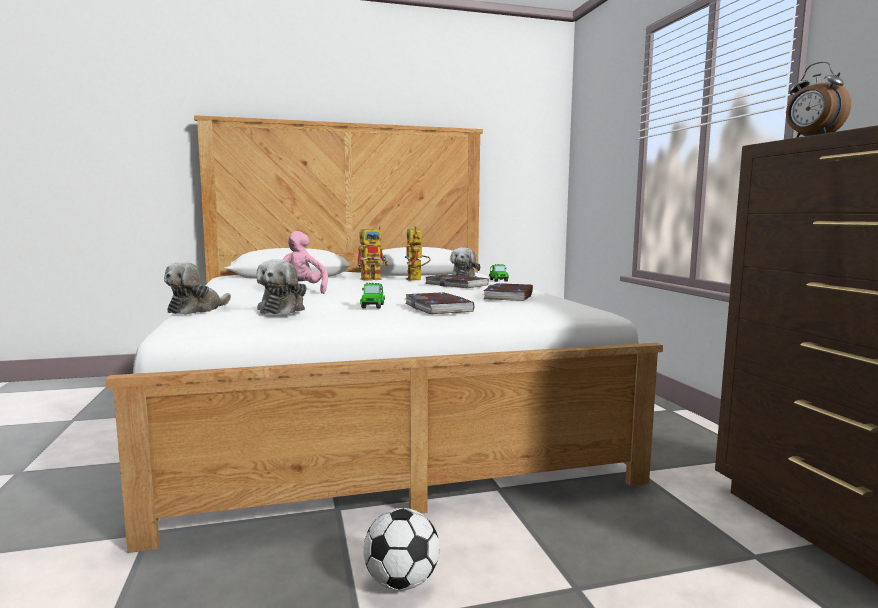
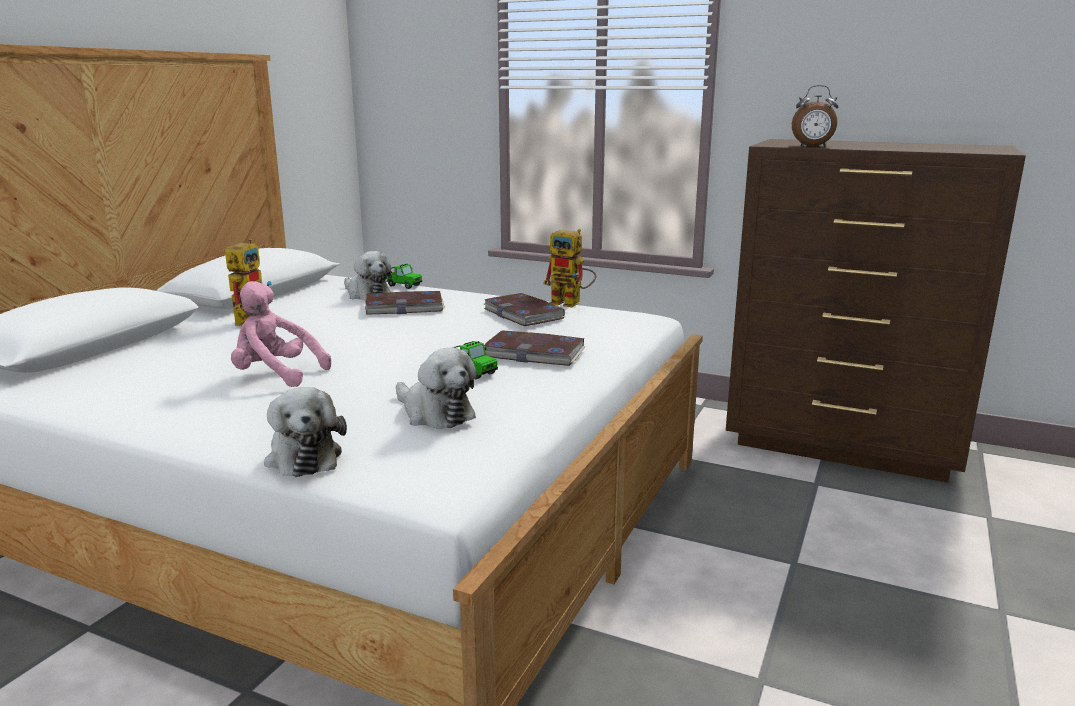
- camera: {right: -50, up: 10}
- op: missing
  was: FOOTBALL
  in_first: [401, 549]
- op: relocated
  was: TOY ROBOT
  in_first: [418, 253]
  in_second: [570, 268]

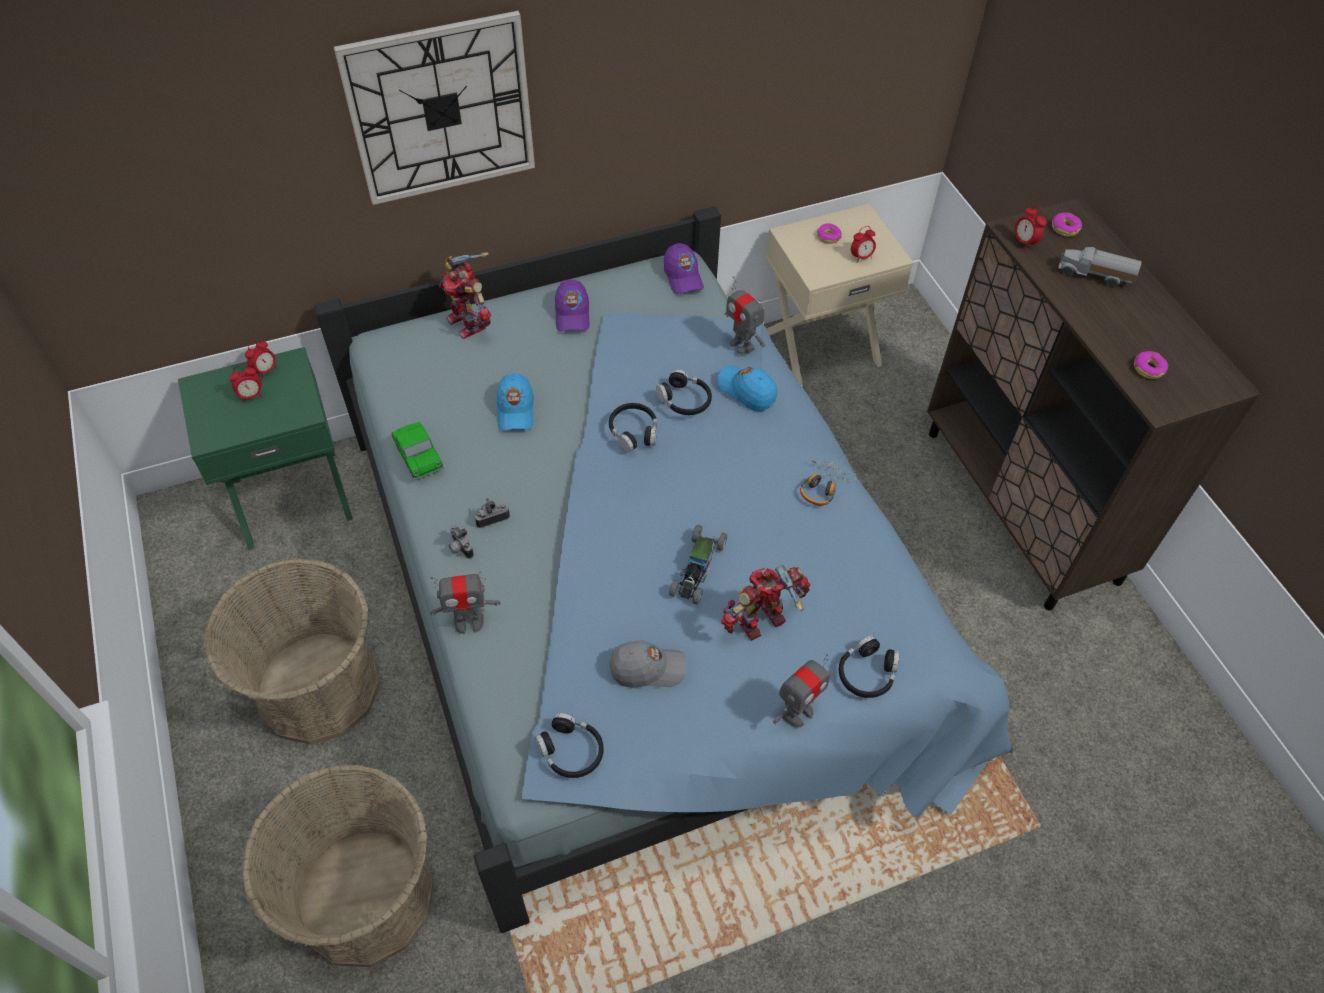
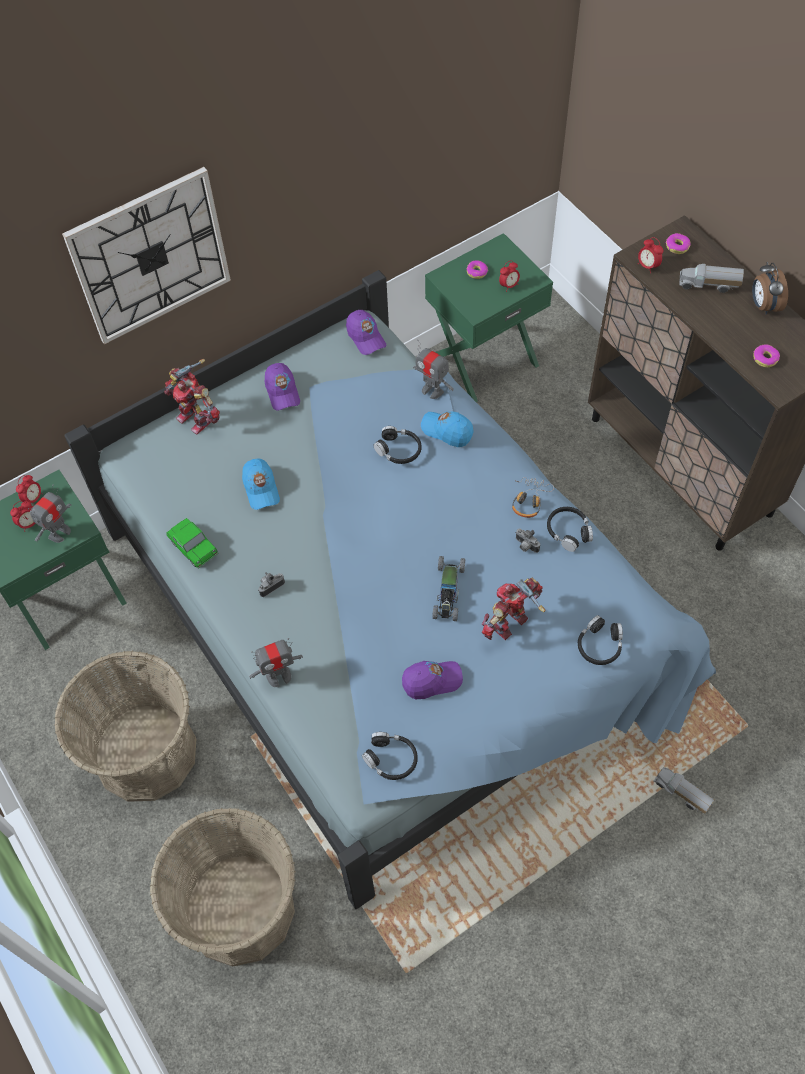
- camera: {right: -10, up: 5}
- op: relocated
  was: PHOTO CAMERA
  in_first: [461, 542]
  in_second: [527, 541]
- op: relocated
  was: BLACK HEADPHONES
  in_first: [633, 427]
  in_second: [570, 529]
- op: colour
  was: GREY CAP
  now: PURPLE CAP
  in_first: [648, 664]
  in_second: [432, 680]
- op: colour
  was: BEIGE NIGHTSTAND
  now: GREEN NIGHTSTAND
  in_first: [839, 295]
  in_second: [489, 317]
- op: relocated
  was: TOY ROBOT
  in_first: [801, 691]
  in_second: [50, 514]
- op: appeared
  now: TOY TRUCK
  in_second: [684, 790]
- op: appeared
  now: ALARM CLOCK
  in_second: [770, 288]

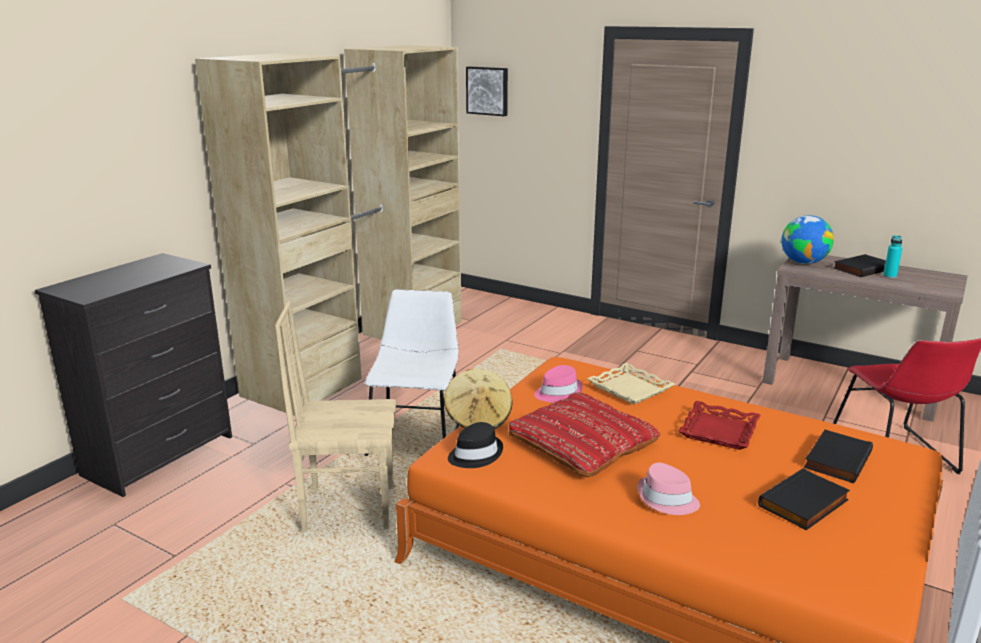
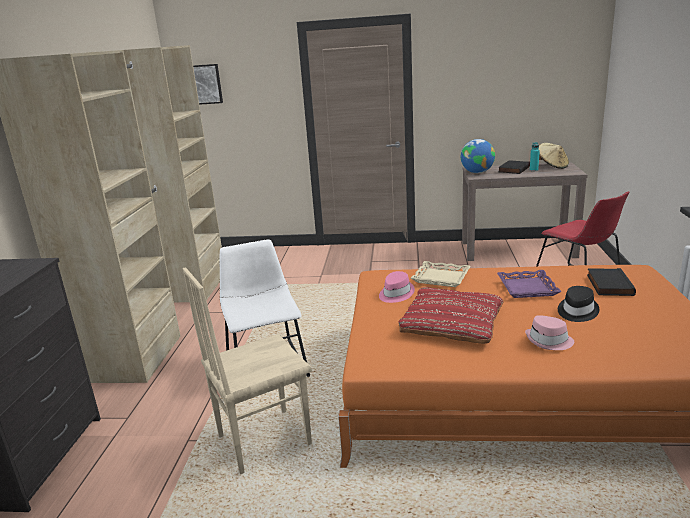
- camera: {right: -25, up: 0}
- op: relocated
  was: BEIGE HAT
  in_first: [478, 399]
  in_second: [554, 156]
- op: relocated
  was: BLACK HAT
  in_first: [475, 445]
  in_second: [578, 304]
- op: colour
  was: RED TRAY
  now: PURPLE TRAY
  in_first: [719, 425]
  in_second: [529, 284]
- op: missing
  was: BLACK BOOK
  in_first: [804, 499]

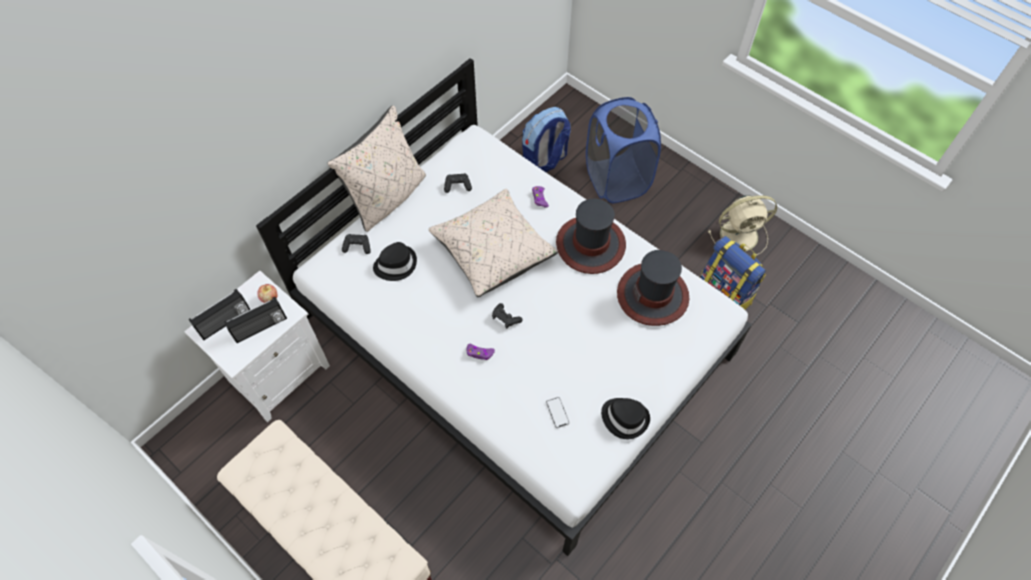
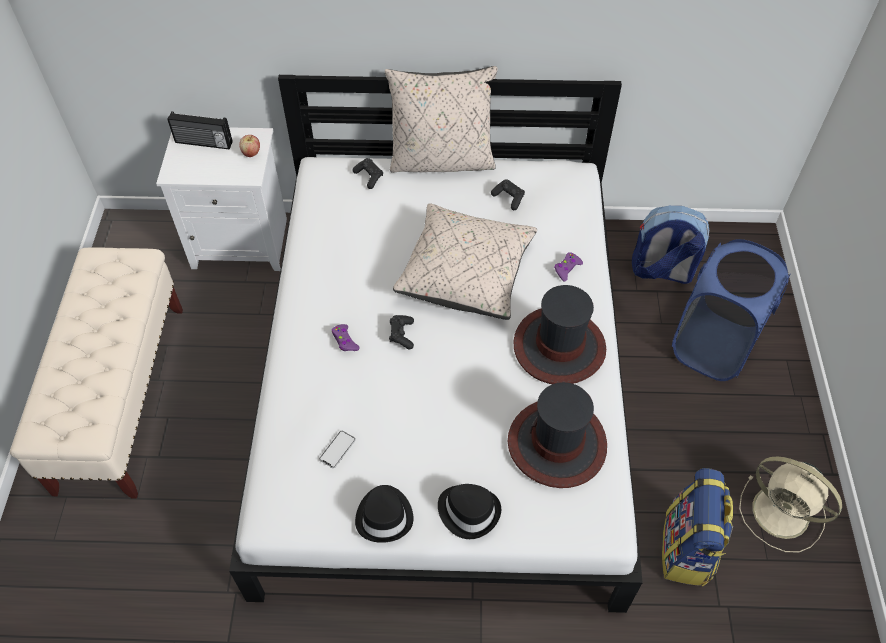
- camera: {right: 50, up: -5}
- op: missing
  was: RADIO
  in_first: [255, 320]
- op: relocated
  was: BLACK HAT
  in_first: [395, 261]
  in_second: [469, 511]

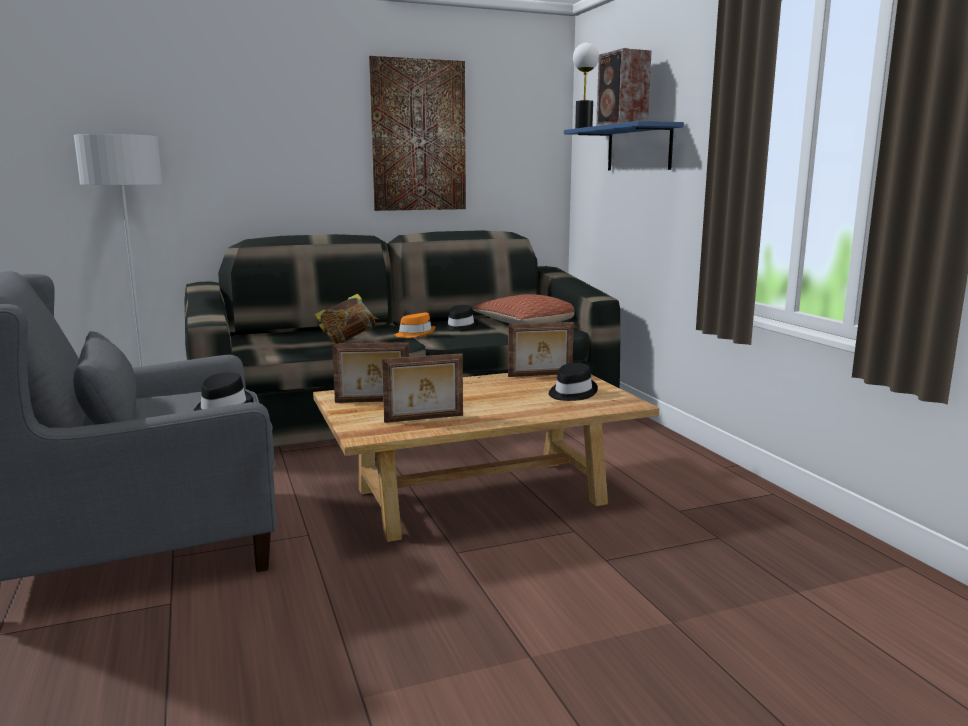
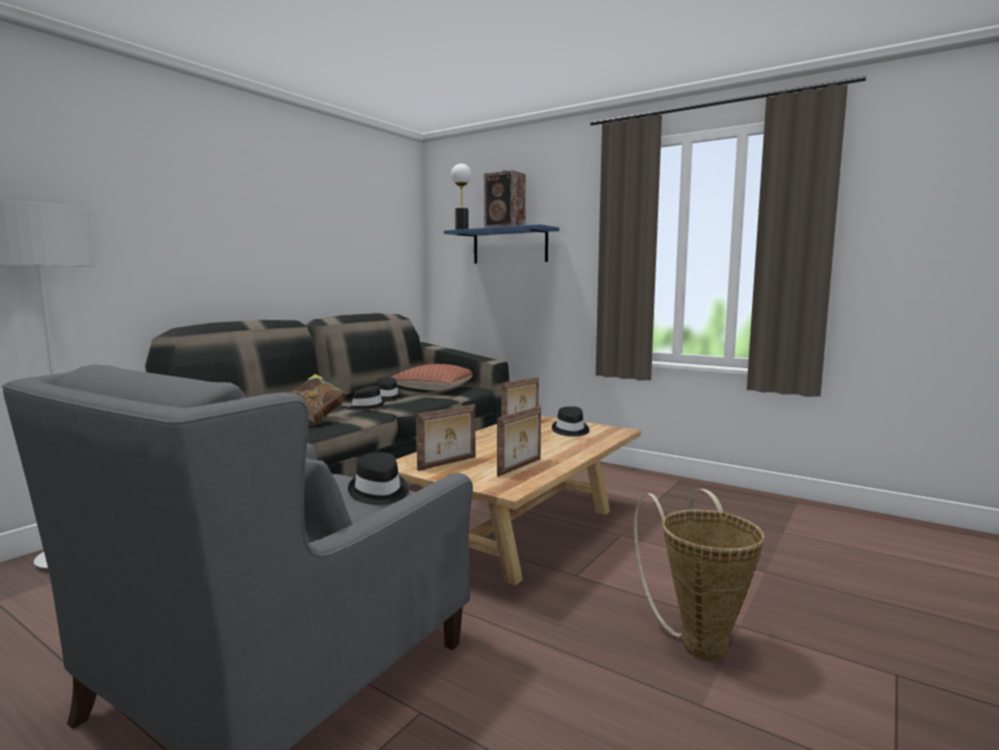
- camera: {right: -35, up: -5}
- op: missing
  was: PICTURE
  in_first: [417, 133]
- op: colour
  was: ORANGE HAT
  now: BLACK HAT
  in_first: [414, 325]
  in_second: [366, 398]
- op: appeared
  now: BASKET
  in_second: [699, 575]

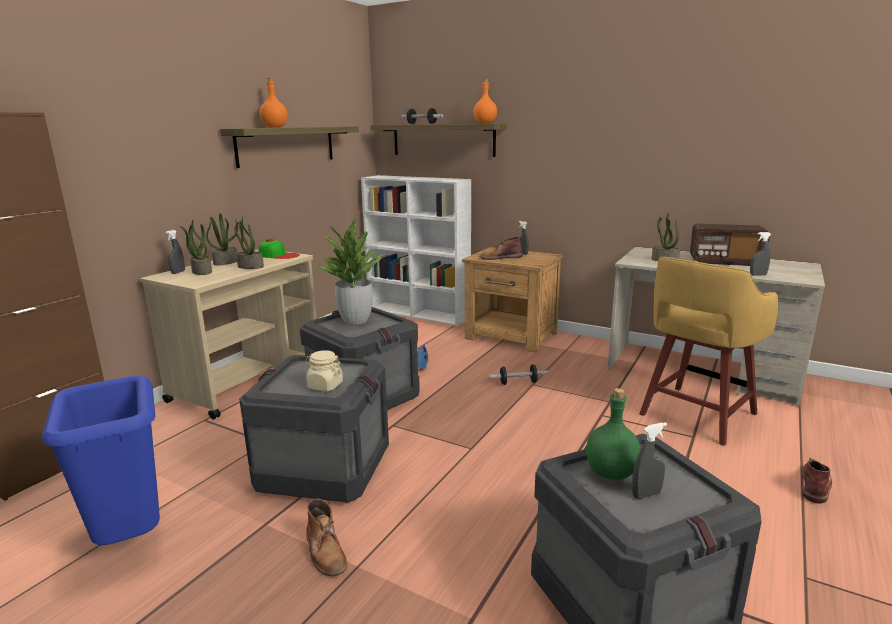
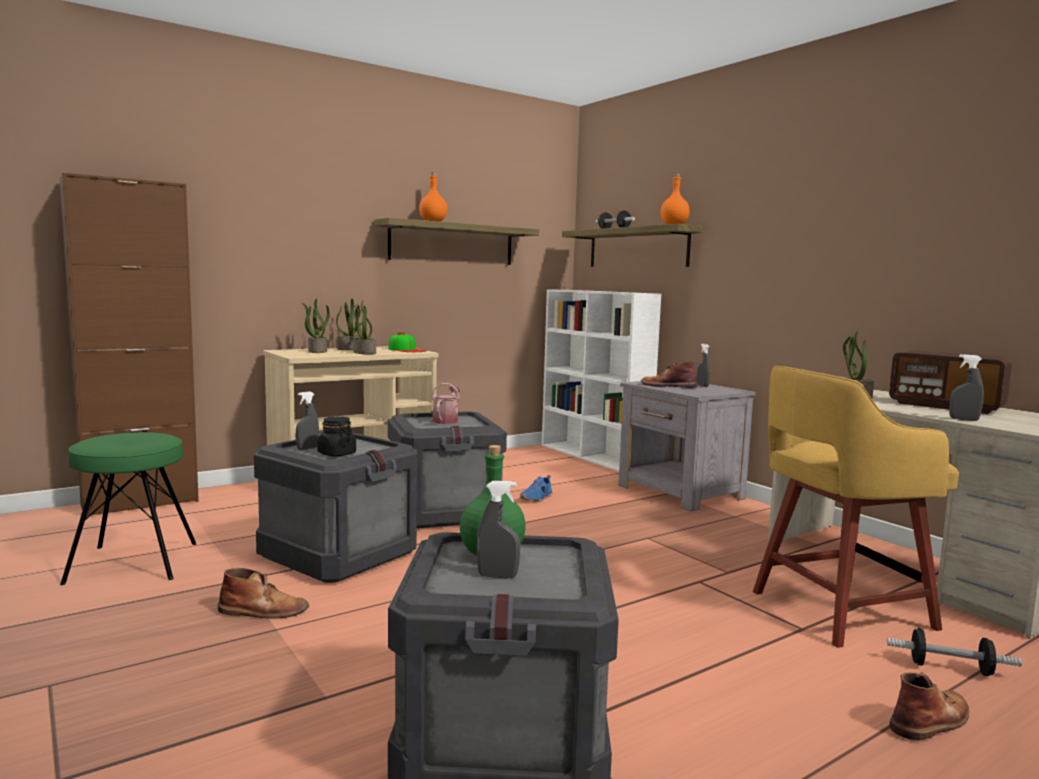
- camera: {right: 25, up: -10}
- op: exchanged
  was: BLUE TRASH CAN
  now: GREEN STOOL
  in_first: [101, 460]
  in_second: [128, 508]
- op: relocated
  was: GREY SPRAY BOTTLE
  in_first: [175, 252]
  in_second: [307, 421]
- op: colour
  was: BEIGE JAR
  now: BLACK JAR
  in_first: [324, 370]
  in_second: [336, 436]
- op: spun
  was: BROWN BOOT
  in_first: [326, 537]
  in_second: [263, 593]
  clockwise: -90
- op: exchanged
  was: POTTED PLANT
  now: WATERING CAN
  in_first: [349, 271]
  in_second: [445, 403]
- op: colour
  was: BROWN NIGHTSTAND
  now: GREY NIGHTSTAND
  in_first: [512, 300]
  in_second: [687, 446]
- op: relocated
  was: DUMBBELL
  in_first: [518, 374]
  in_second: [954, 652]

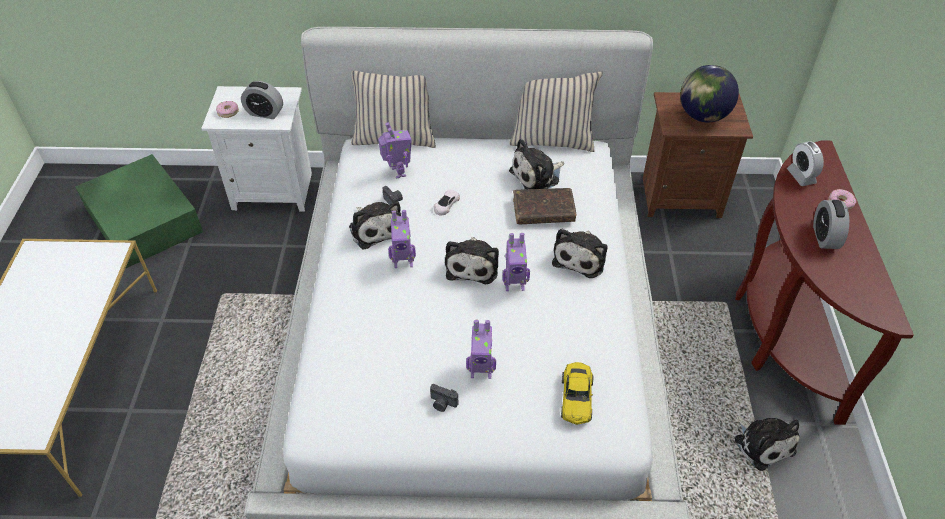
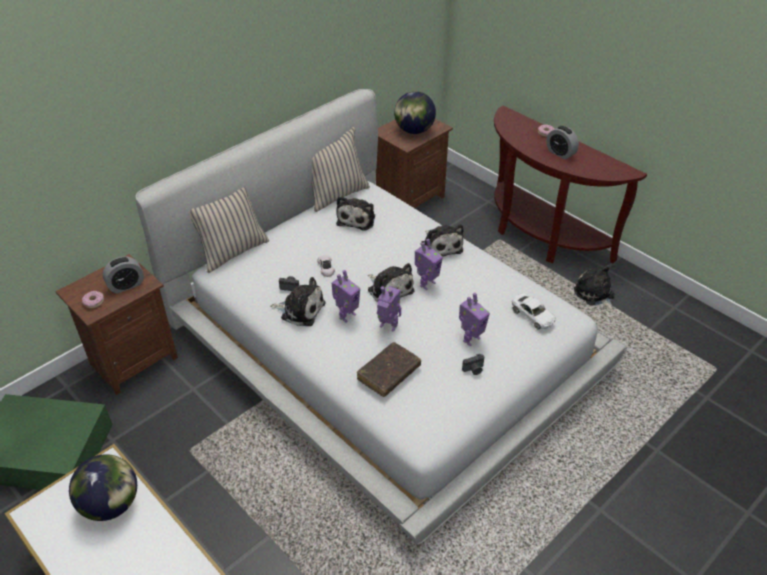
- camera: {right: -45, up: -5}
- op: colour
  was: WHITE NIGHTSTAND
  now: BROWN NIGHTSTAND
  in_first: [256, 148]
  in_second: [116, 324]
- op: relocated
  was: TOY ROBOT
  in_first: [395, 150]
  in_second: [389, 309]
- op: relocated
  was: BROWN BOOK
  in_first: [544, 206]
  in_second: [388, 369]
- op: colour
  was: YELLOW TOY CAR
  now: WHITE TOY CAR
  in_first: [577, 393]
  in_second: [534, 311]
- op: spun
  was: PLUSH TOY
  in_first: [767, 443]
  in_second: [594, 287]
  clockwise: -135
- op: missing
  was: ALARM CLOCK
  in_first: [805, 163]
- op: appeared
  now: GLOBE
  in_second: [103, 487]

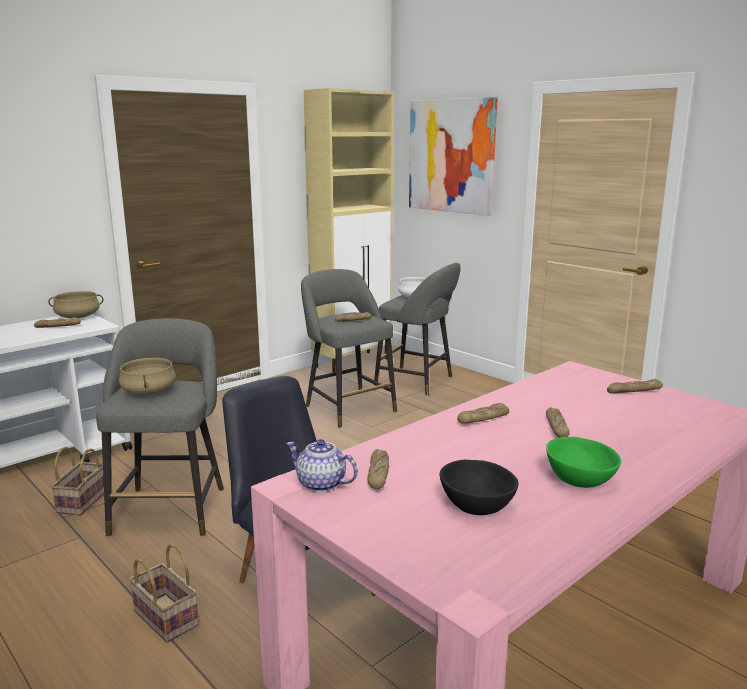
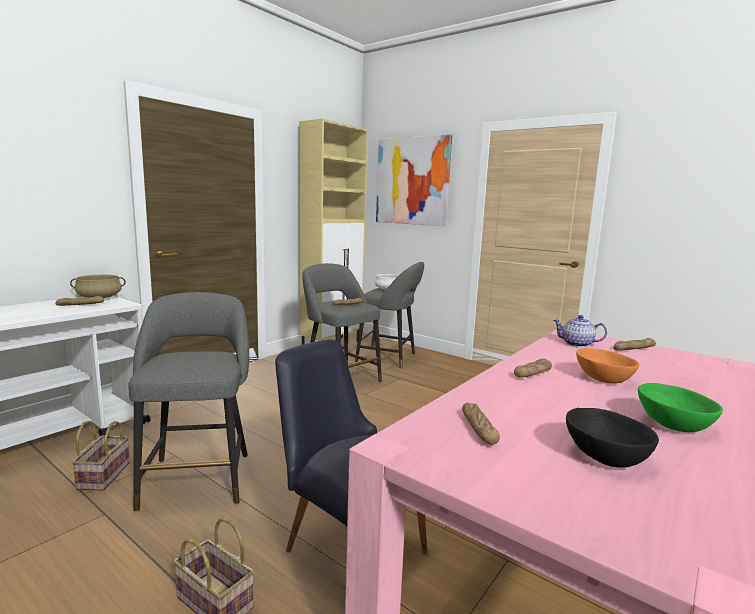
- camera: {right: -10, up: -5}
- op: missing
  was: BEIGE COOKING POT
  in_first: [147, 376]
- op: relocated
  was: TEAPOT
  in_first: [322, 465]
  in_second: [580, 331]
- op: exchanged
  was: BREAD
  now: ORANGE BOWL
  in_first: [558, 422]
  in_second: [607, 366]

